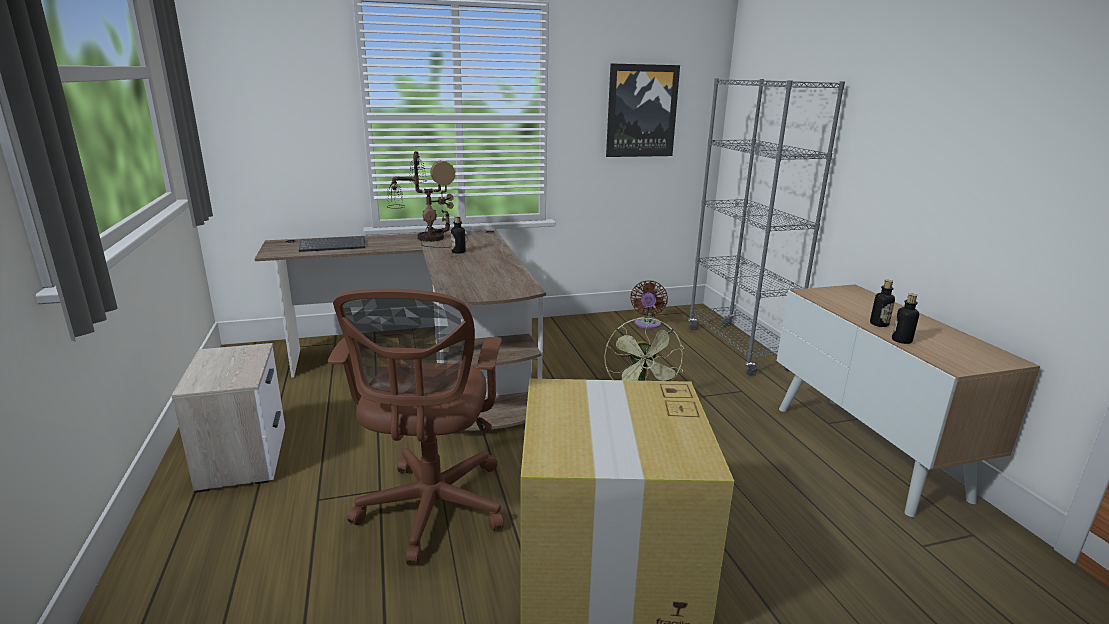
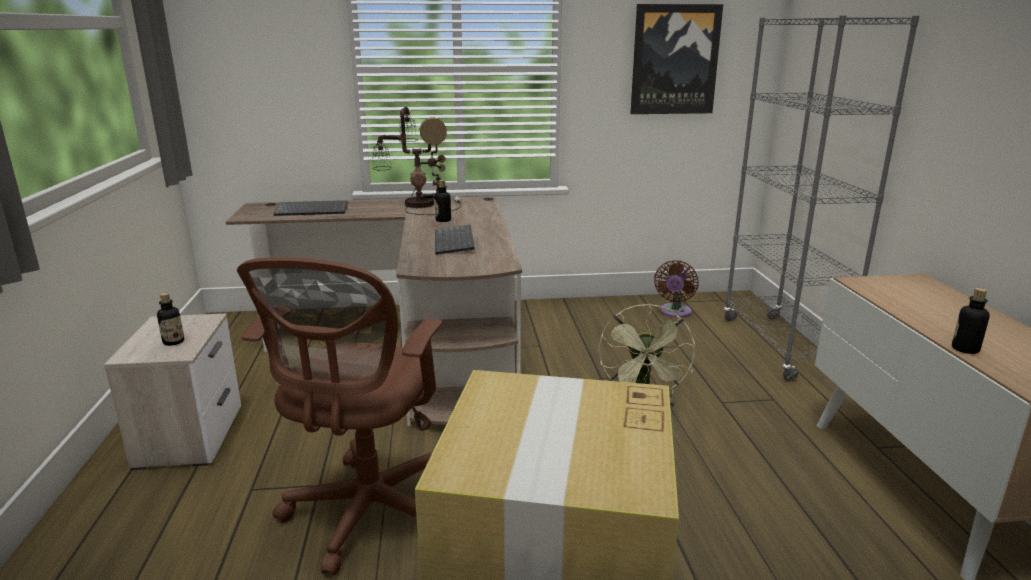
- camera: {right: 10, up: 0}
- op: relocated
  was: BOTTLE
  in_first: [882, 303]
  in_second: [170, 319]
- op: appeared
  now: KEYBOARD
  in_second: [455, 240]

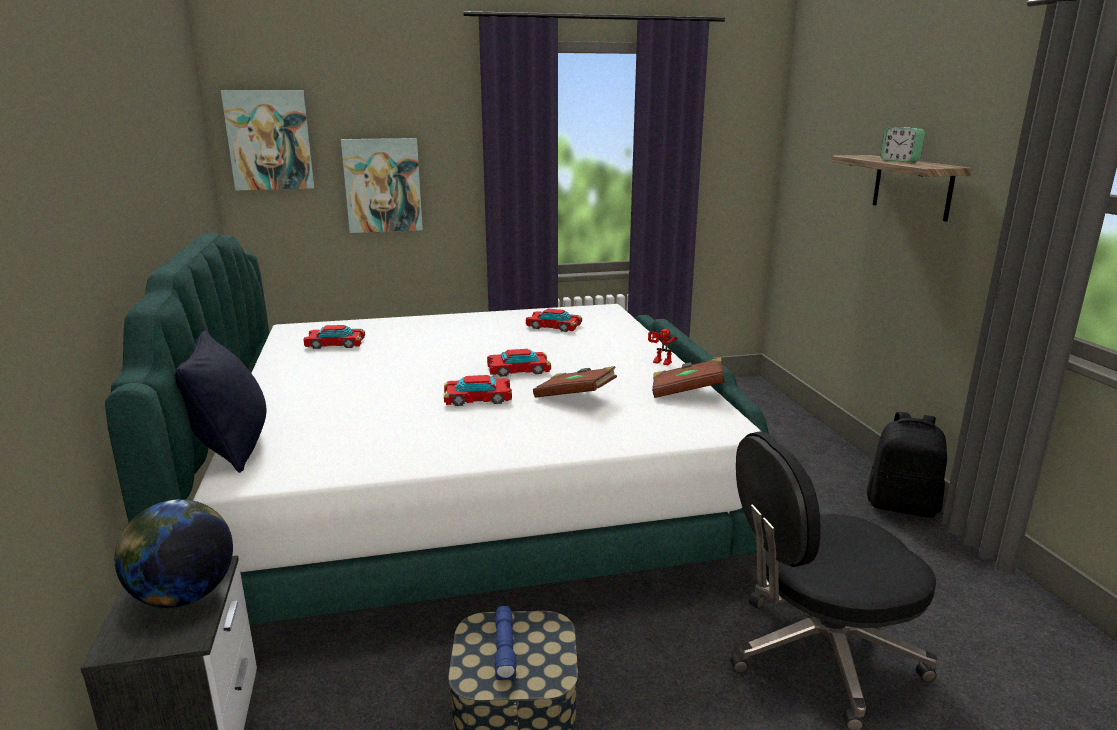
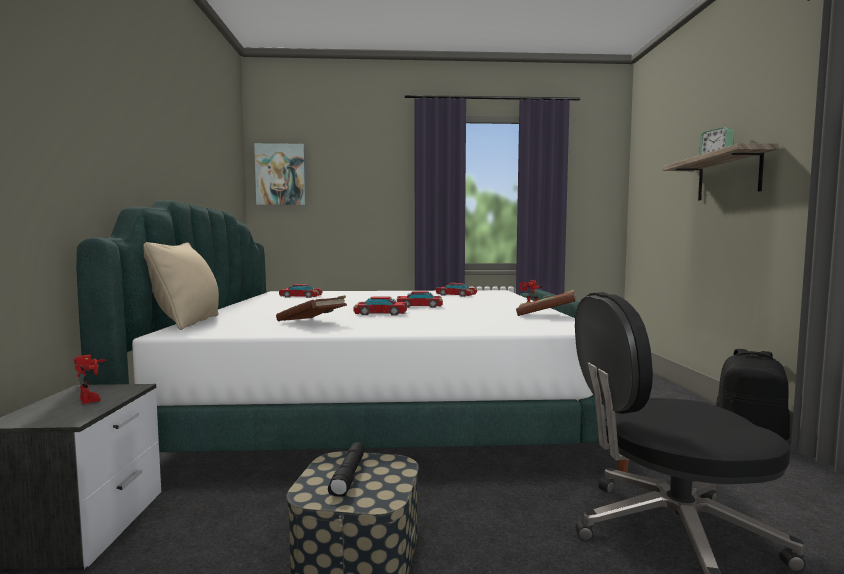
- camera: {right: 10, up: -15}
- op: exchanged
  was: GLOBE
  now: TOY ROBOT
  in_first: [173, 553]
  in_second: [90, 379]
- op: colour
  was: BLACK PILLOW
  now: BEIGE PILLOW
  in_first: [220, 402]
  in_second: [181, 286]
- op: missing
  was: PICTURE
  in_first: [382, 185]
- op: colour
  was: BLUE FLASHLIGHT
  now: BLACK FLASHLIGHT
  in_first: [505, 643]
  in_second: [346, 469]
- op: relocated
  was: BROWN BOOK
  in_first: [575, 382]
  in_second: [311, 308]

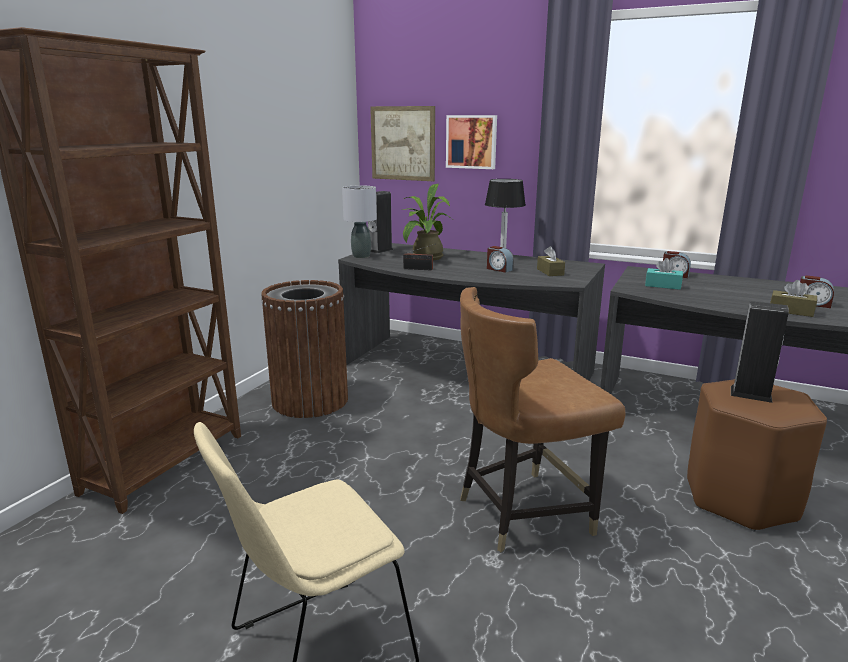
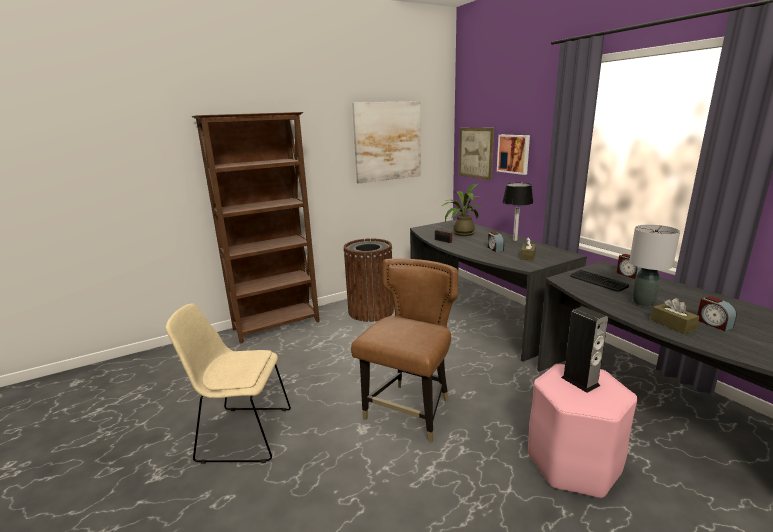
- camera: {right: 35, up: 0}
- op: relocated
  was: GREY TABLE LAMP
  in_first: [359, 221]
  in_second: [654, 265]
- op: missing
  was: SPEAKER
  in_first: [380, 222]
- op: spun
  was: BROWN CHAIR
  in_first: [542, 419]
  in_second: [404, 350]
  clockwise: 105
- op: exchanged
  was: TURQUOISE TISSUE BOX
  now: KEYBOARD
  in_first: [664, 274]
  in_second: [599, 281]
- op: colour
  was: BROWN STOOL
  now: PINK STOOL
  in_first: [757, 455]
  in_second: [582, 431]
- op: appeared
  now: PICTURE
  in_second: [386, 142]

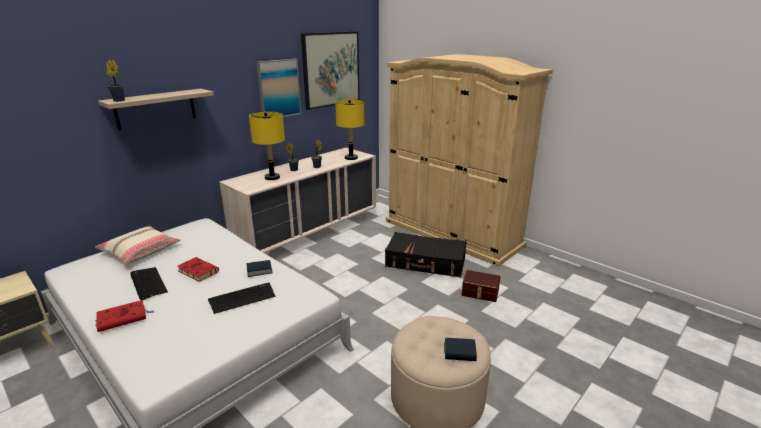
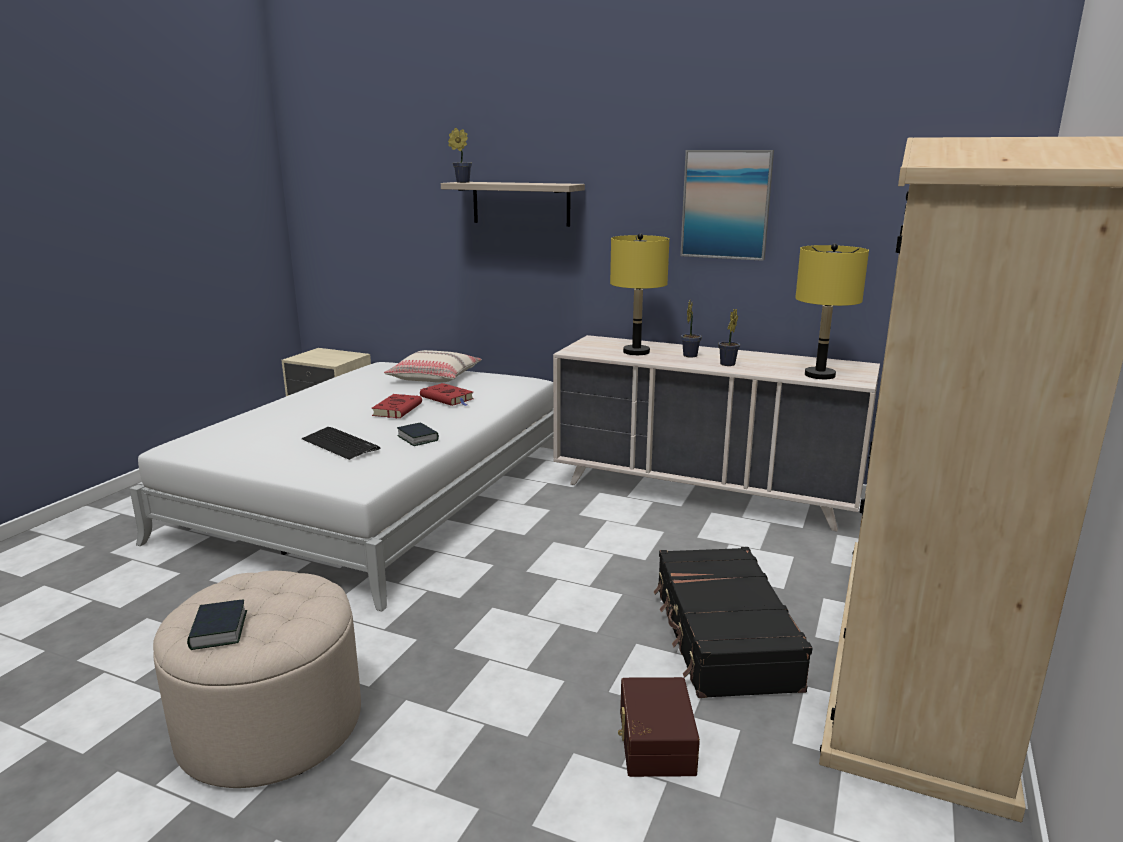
- camera: {right: 70, up: -5}
- op: relocated
  was: RED BOOK
  in_first: [125, 316]
  in_second: [447, 394]
- op: missing
  was: KEYBOARD
  in_first: [149, 283]
- op: missing
  was: PICTURE
  in_first: [330, 70]

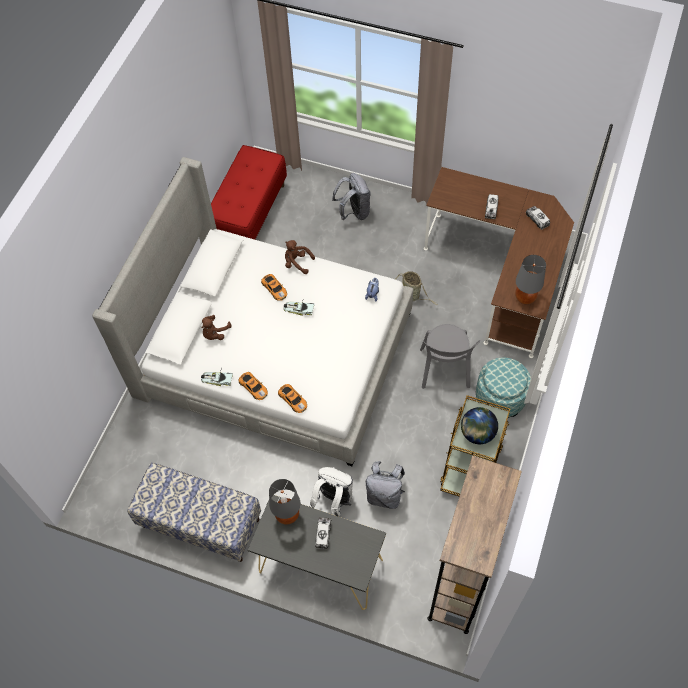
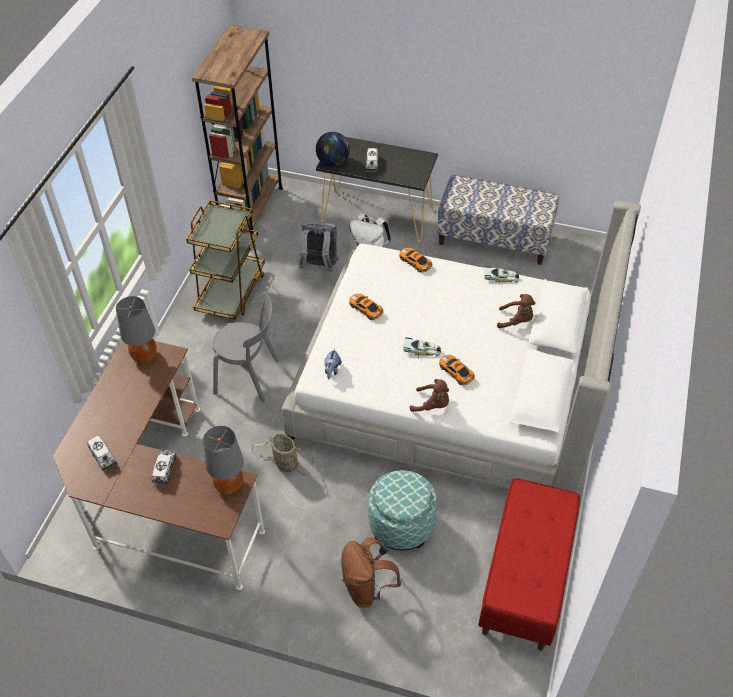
- camera: {right: 175, up: -10}
- op: spun
  was: BROWN PLUSH TOY
  in_first: [216, 327]
  in_second: [516, 311]
  clockwise: 75
- op: relocated
  was: TOY CAR
  in_first: [253, 386]
  in_second: [366, 307]
- op: relocated
  was: GREY TABLE LAMP
  in_first: [284, 502]
  in_second: [223, 460]
- op: colour
  was: GREY BACKPACK
  now: BROWN BACKPACK
  in_first: [351, 196]
  in_second: [371, 572]
- op: spun
  was: GREY CHAIR
  in_first: [450, 356]
  in_second: [246, 347]
  clockwise: 105
- op: relocated
  was: GLOBE
  in_first: [479, 425]
  in_second: [333, 149]
- op: relocated
  was: OTTOMAN
  in_first: [503, 388]
  in_second: [402, 510]

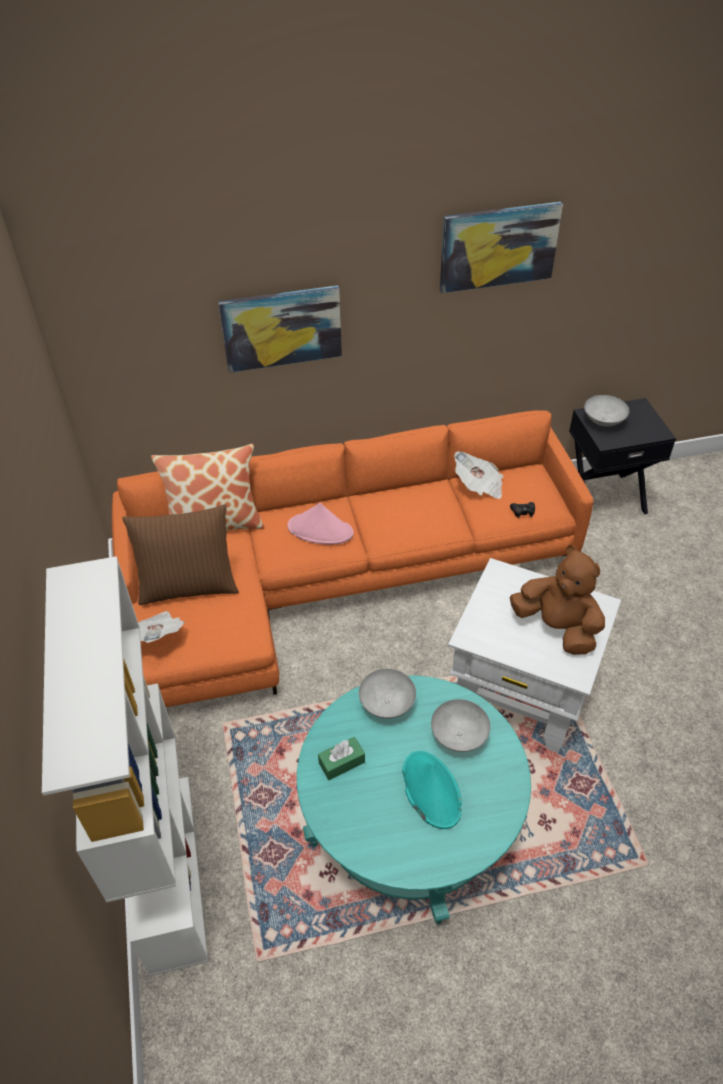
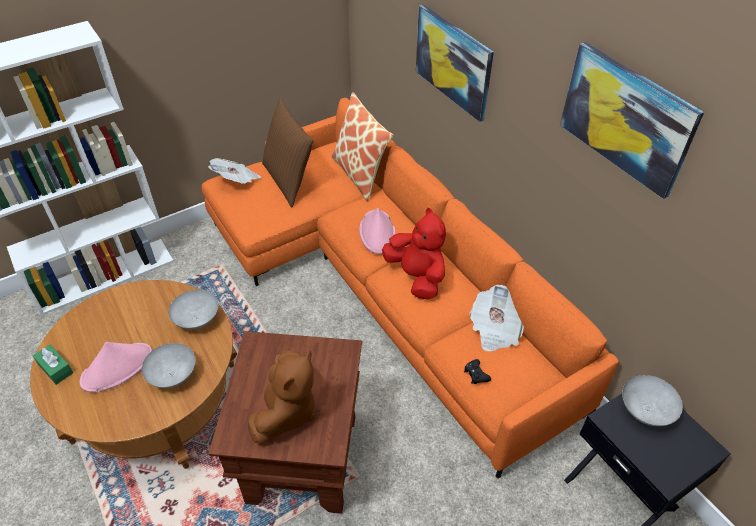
- camera: {right: 70, up: 0}
- op: colour
  was: TURQUOISE COFFEE TABLE
  now: BROWN COFFEE TABLE
  in_first: [414, 799]
  in_second: [133, 374]
- op: relocated
  was: GREEN TISSUE BOX
  in_first: [341, 758]
  in_second: [53, 365]
- op: colour
  was: TURQUOISE HAT
  now: PINK HAT
  in_first: [432, 790]
  in_second: [116, 367]
- op: colour
  was: WHITE SIDE TABLE
  now: BROWN SIDE TABLE
  in_first: [534, 655]
  in_second: [285, 422]
- op: appeared
  now: RED PLUSH TOY
  in_second: [414, 254]

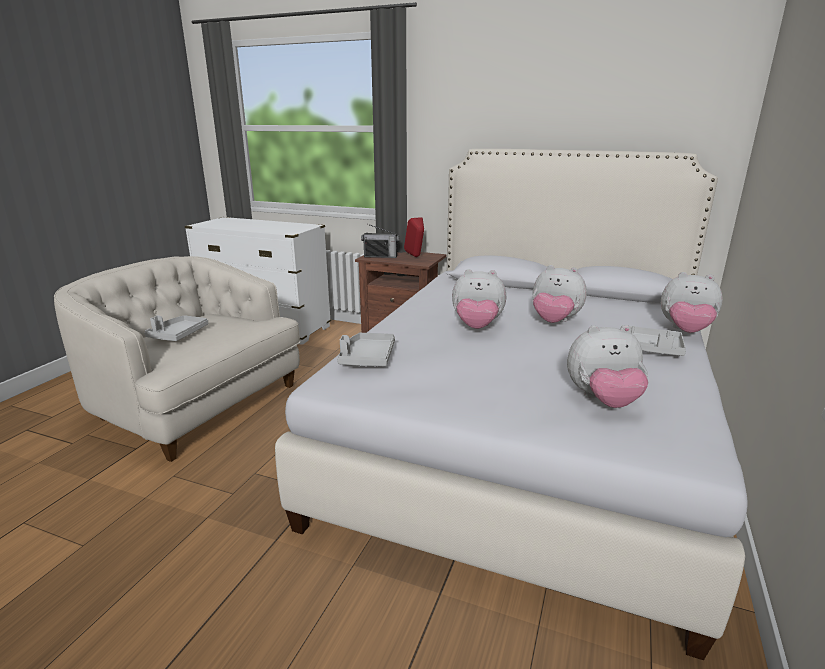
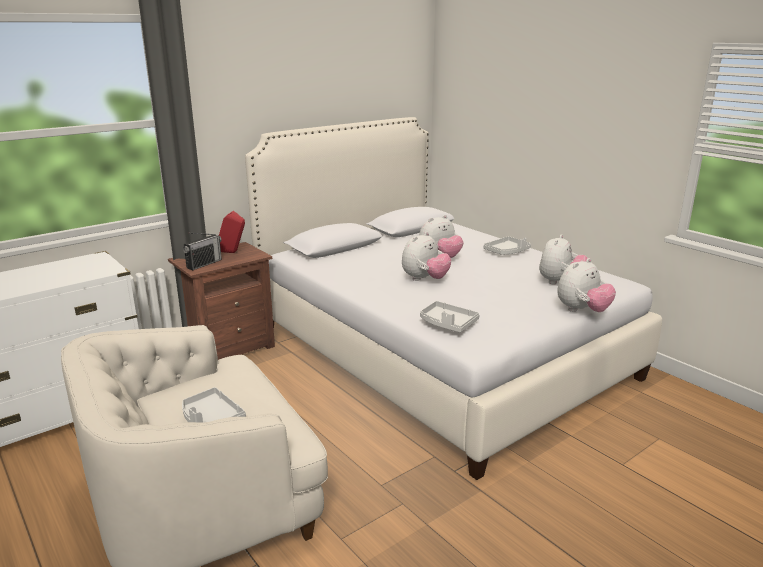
- camera: {right: -60, up: 0}
- op: relocated
  was: PLUSH TOY
  in_first: [692, 302]
  in_second: [586, 285]

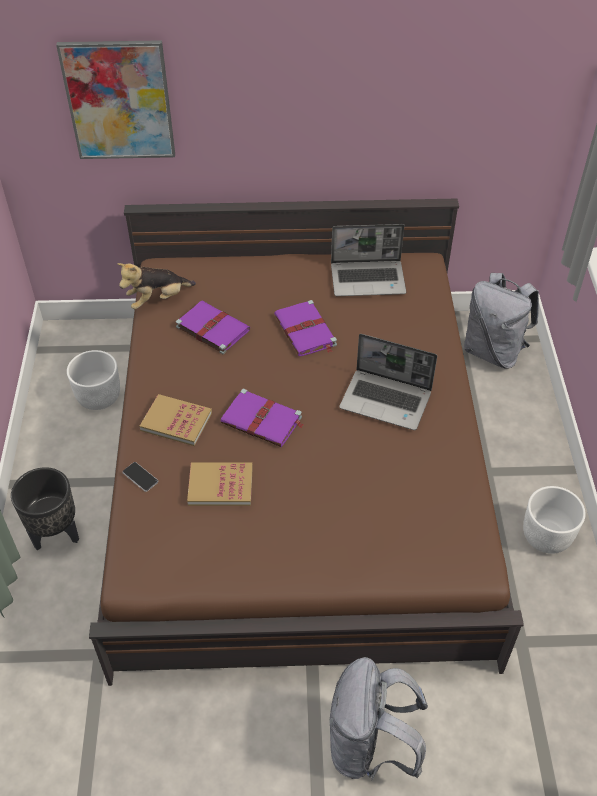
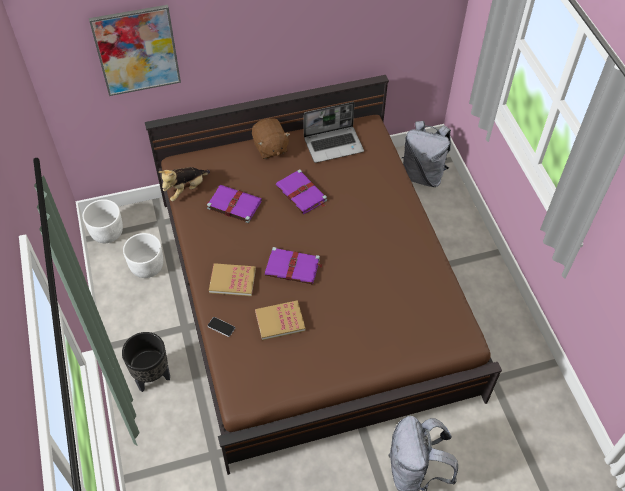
- camera: {right: -15, up: 5}
- op: missing
  was: LAPTOP
  in_first: [388, 382]
- op: relocated
  was: WHITE PLANTER
  in_first: [554, 520]
  in_second: [103, 221]
- op: appeared
  now: BROWN PLUSH TOY
  in_second: [271, 138]

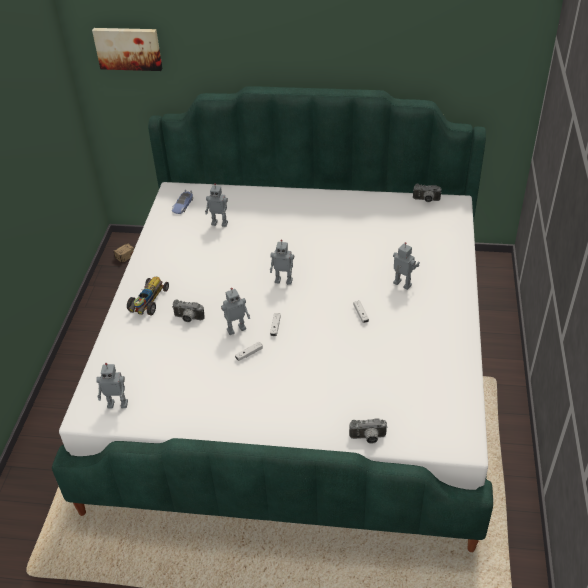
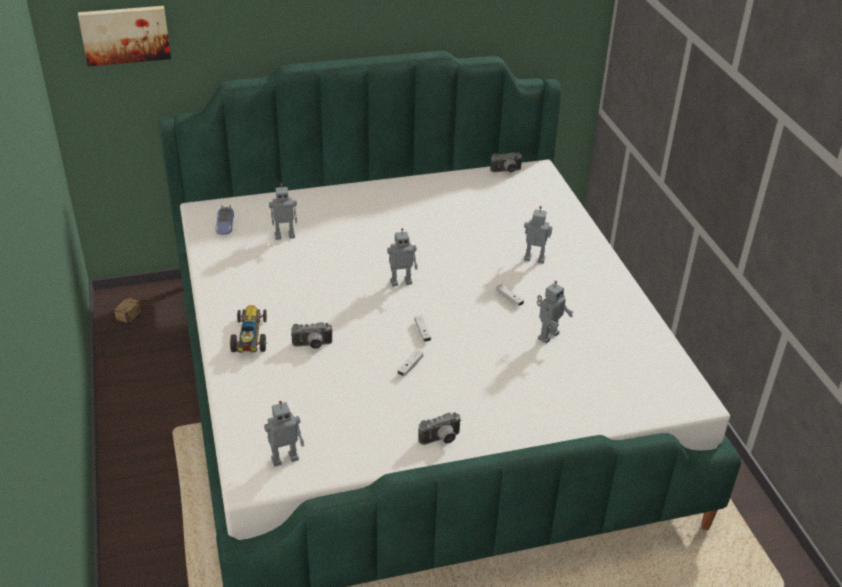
- camera: {right: -25, up: -5}
- op: relocated
  was: TOY ROBOT
  in_first: [235, 311]
  in_second: [555, 312]
- op: relocated
  was: PHOTO CAMERA
  in_first: [368, 431]
  in_second: [440, 428]

